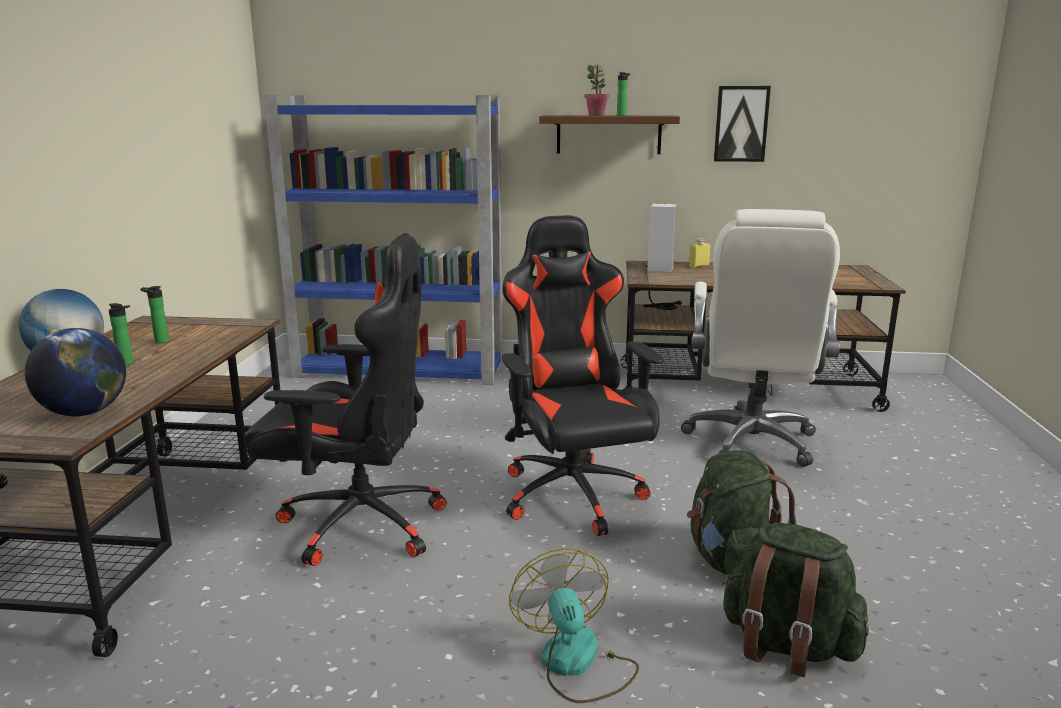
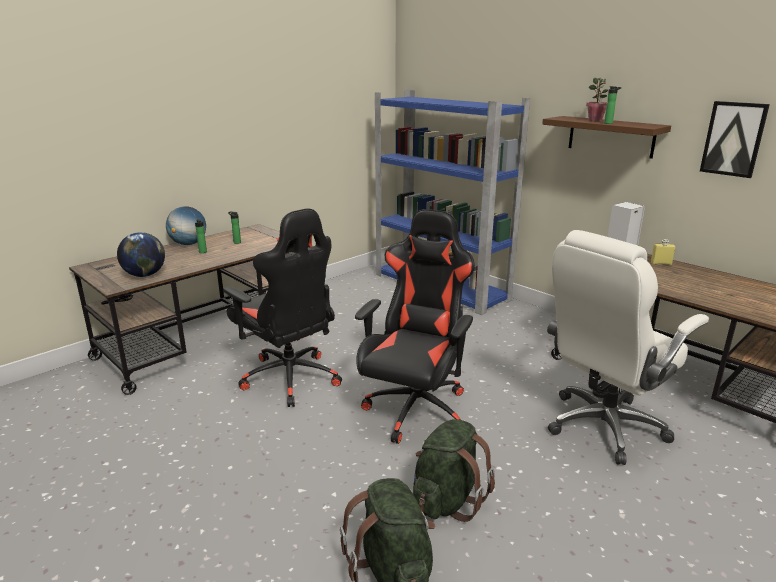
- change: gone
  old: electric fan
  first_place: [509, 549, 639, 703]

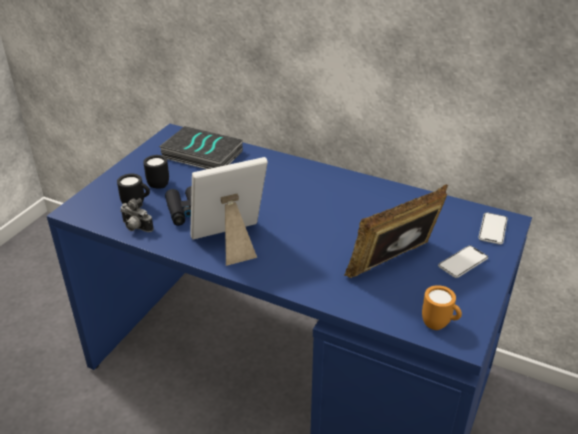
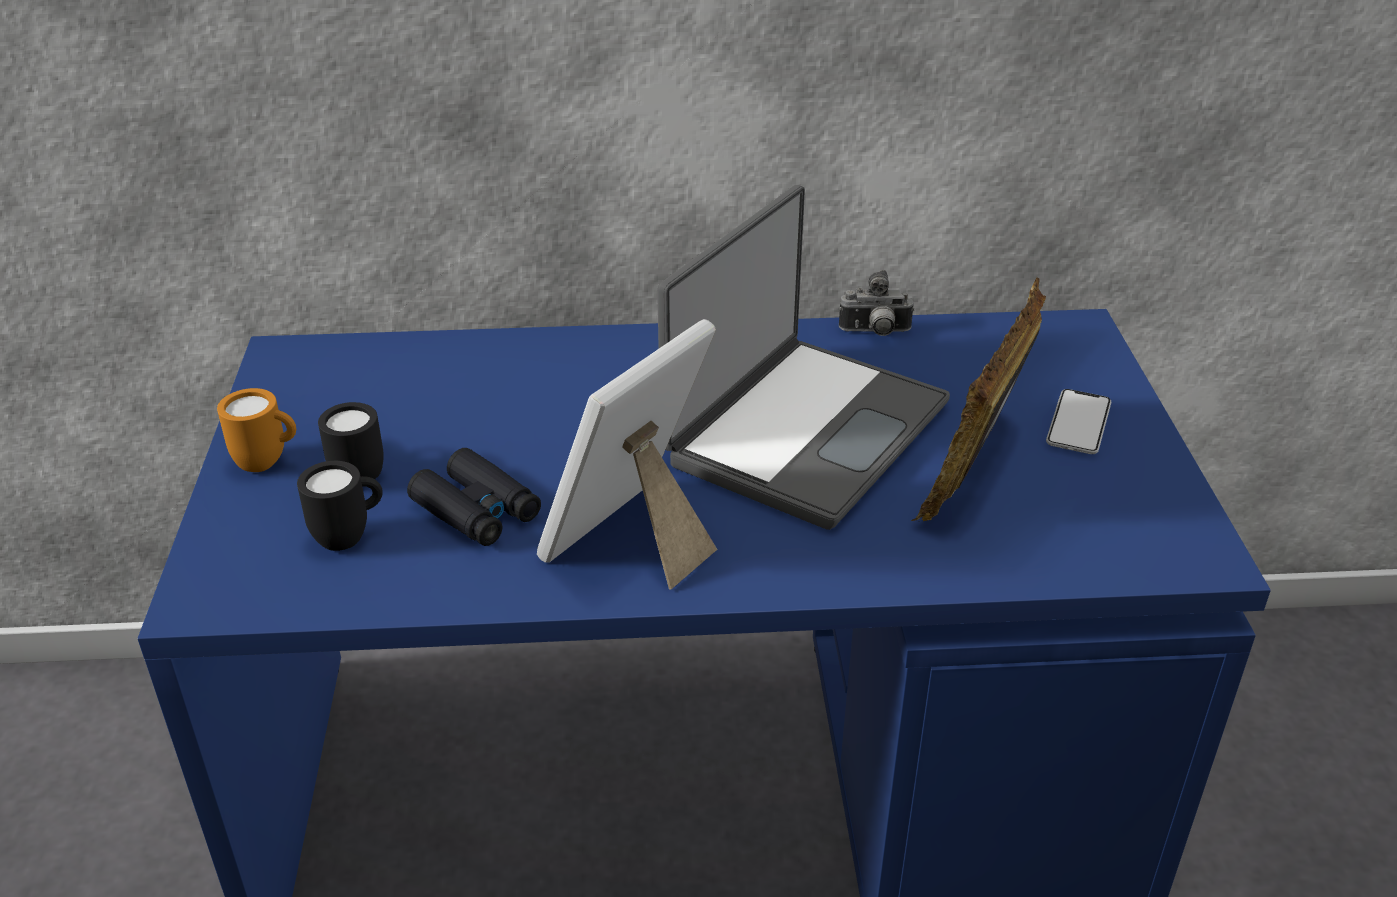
- change: shifted
  old: orange-coloured tea mug
  first_place: [422, 285, 462, 330]
  second_place: [217, 388, 296, 472]
- change: new
  new: portable computer
  second_place: [657, 185, 950, 530]
- change: shifted
  old: still camera
  first_place: [120, 198, 154, 232]
  second_place: [839, 270, 914, 336]
- change: gone
  old: book
  first_place: [159, 126, 243, 169]
- change: gone
  old: phone
  first_place: [478, 212, 508, 245]

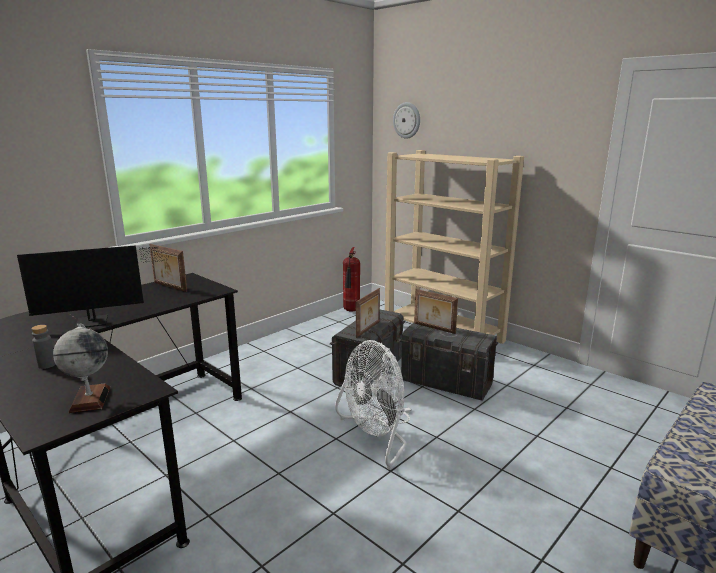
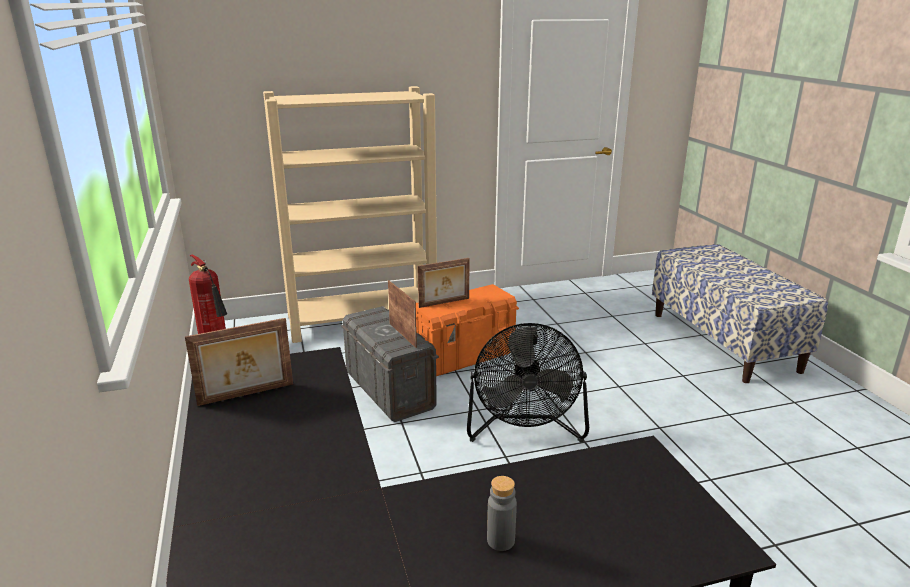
- change: repainted
  old: greyish storage container
  new: orange-coloured storage container
  first_place: [400, 322, 498, 401]
  second_place: [416, 284, 519, 376]
- change: repainted
  old: white-coloured electric fan
  new: black-coloured electric fan
  first_place: [335, 340, 411, 470]
  second_place: [467, 323, 589, 443]
- change: gone
  old: computer display
  first_place: [17, 245, 172, 328]
- change: gone
  old: globe
  first_place: [53, 324, 110, 413]
- change: gone
  old: hanging clock
  first_place: [393, 102, 420, 139]

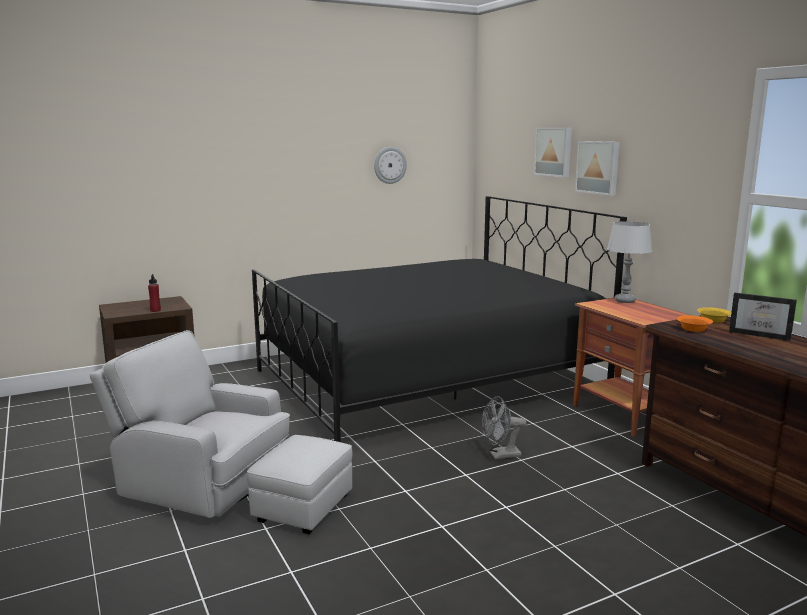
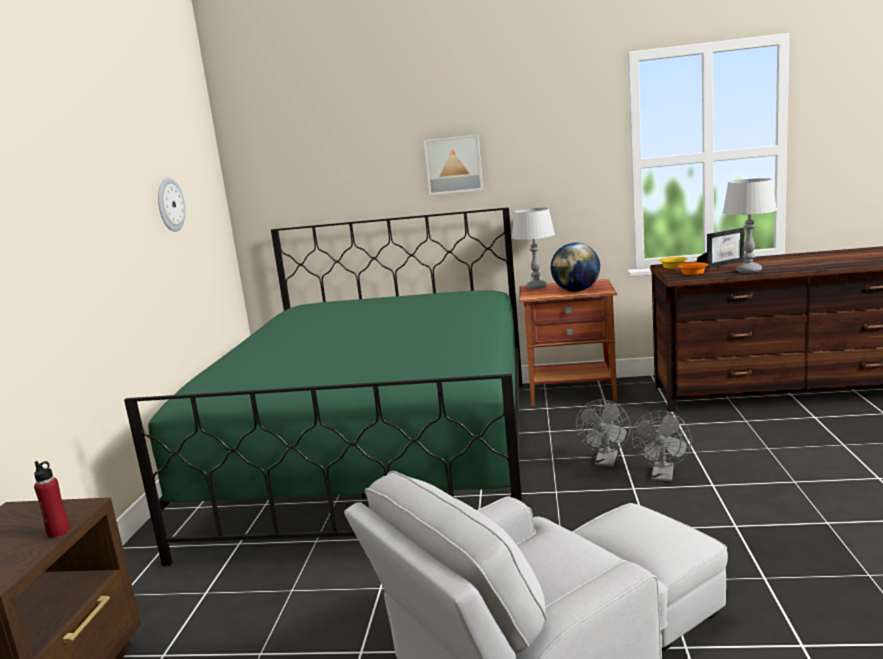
- change: repainted
  old: black-coloured bedroom bed
  new: green bedroom bed
  first_place: [252, 196, 627, 442]
  second_place: [124, 207, 523, 566]
- change: new
  new: globe
  second_place: [551, 243, 600, 292]
- change: new
  new: greyish electric fan
  second_place: [631, 410, 692, 482]
- change: new
  new: greyish table lamp
  second_place: [723, 178, 777, 273]
- change: gone
  old: picture
  first_place: [534, 128, 572, 177]

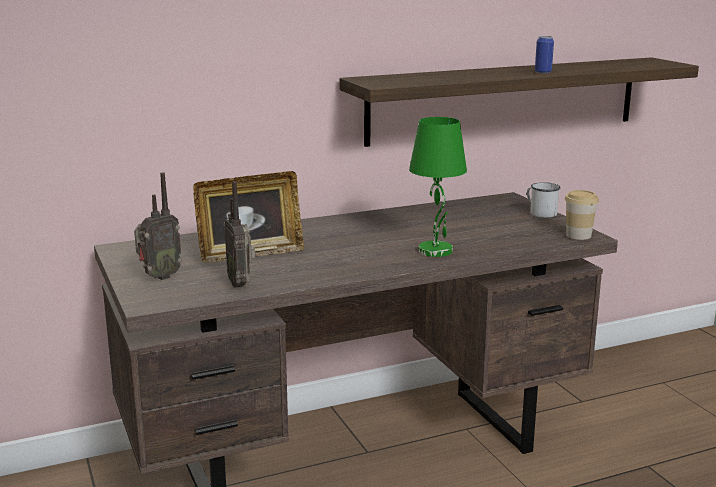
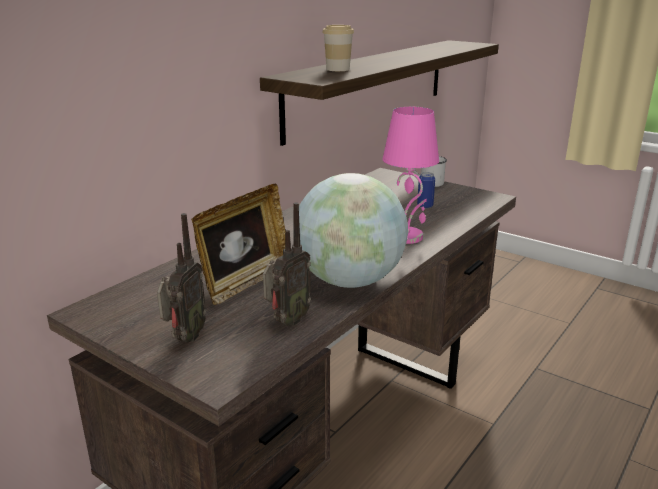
- change: rotated
  old: radio set
  first_place: [224, 181, 255, 288]
  second_place: [263, 203, 311, 326]
  degrees: -90
- change: new
  new: globe
  second_place: [299, 173, 408, 288]
- change: shifted
  old: small cup
  first_place: [565, 190, 599, 240]
  second_place: [322, 25, 354, 71]
- change: repainted
  old: green table lamp
  new: pinkish table lamp
  first_place: [409, 117, 467, 257]
  second_place: [382, 107, 439, 244]
- change: shifted
  old: metal can
  first_place: [535, 36, 554, 73]
  second_place: [417, 172, 435, 208]

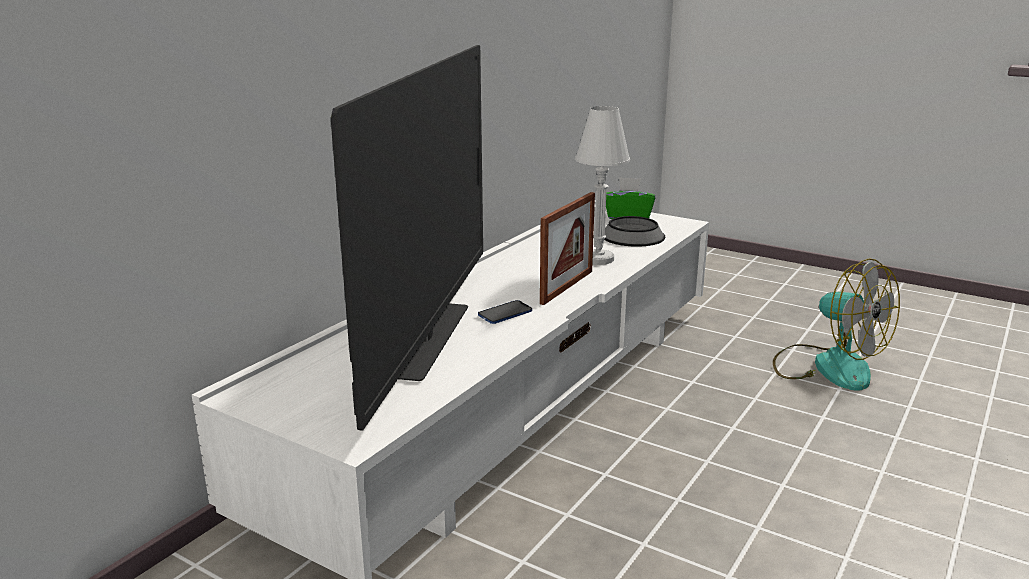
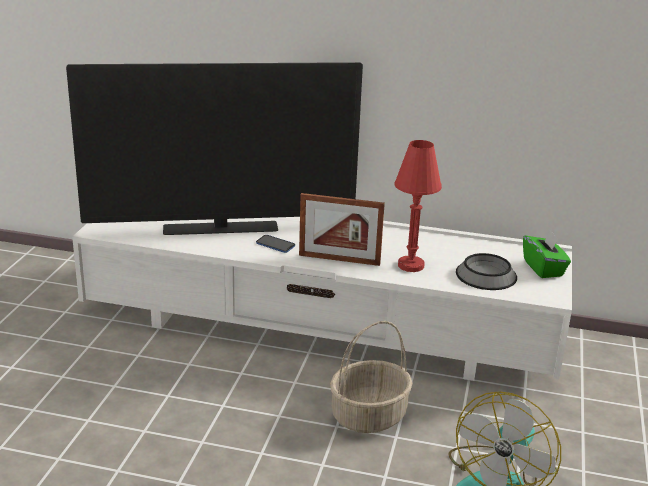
- change: new
  new: basket
  second_place: [330, 321, 412, 433]
- change: repainted
  old: white-coloured table lamp
  new: red table lamp
  first_place: [575, 106, 630, 265]
  second_place: [394, 140, 442, 272]

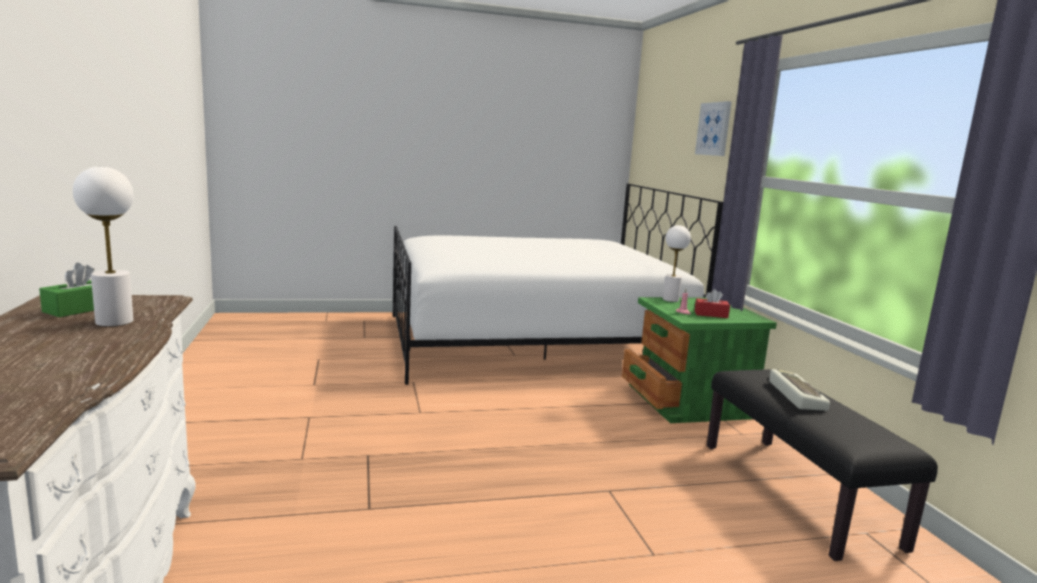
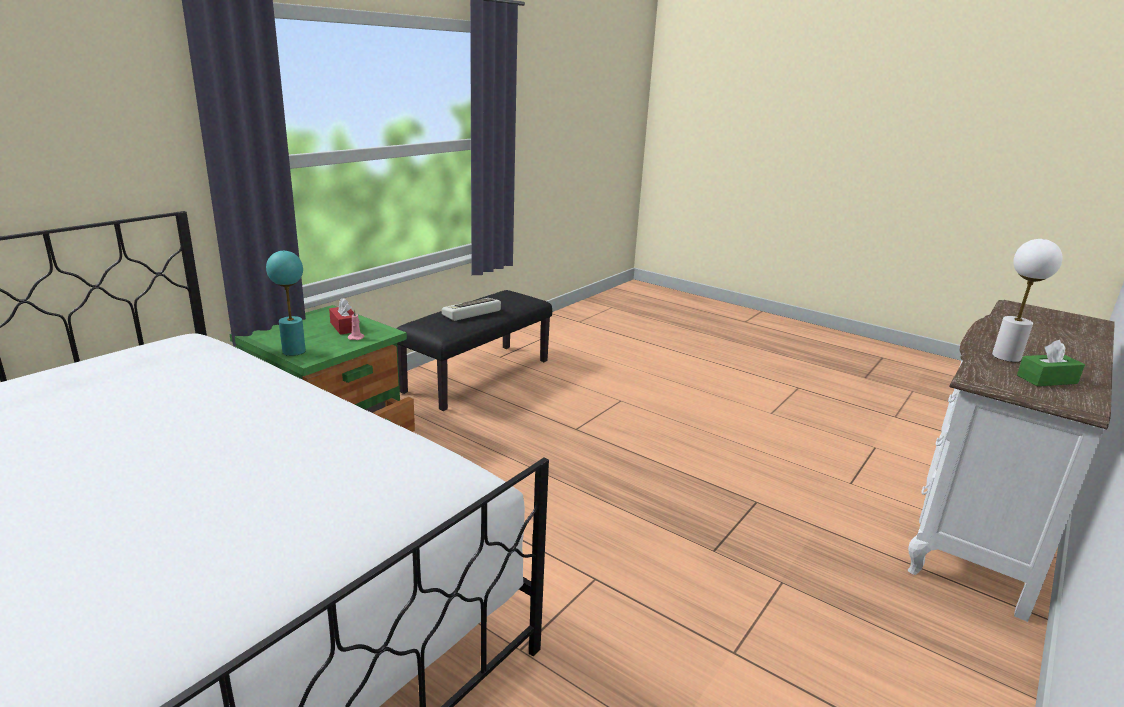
- change: repainted
  old: white-coloured table lamp
  new: blue-green table lamp
  first_place: [663, 225, 691, 302]
  second_place: [266, 251, 306, 356]
- change: gone
  old: picture
  first_place: [695, 101, 732, 156]

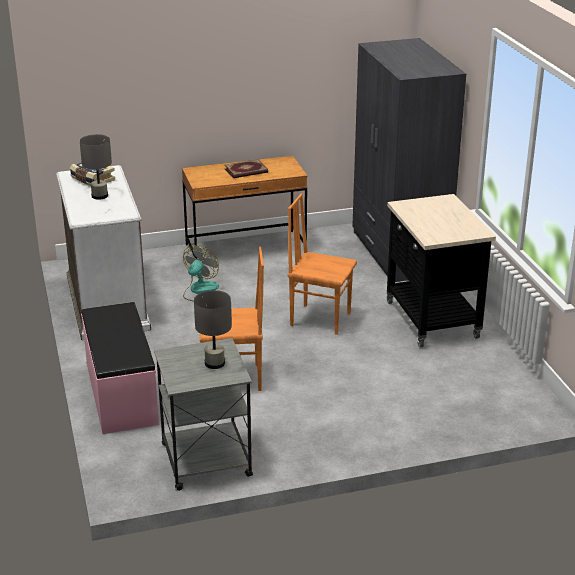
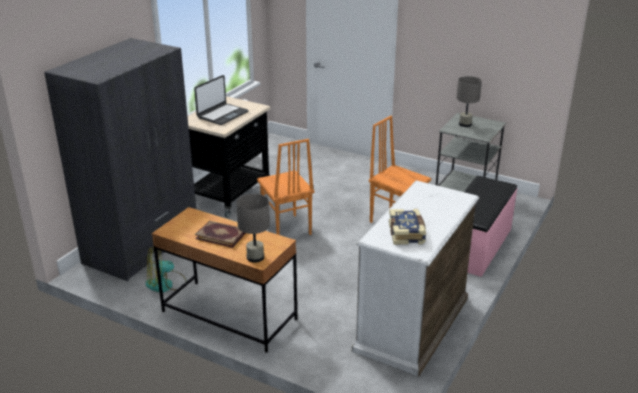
- change: shifted
  old: electric fan
  first_place: [183, 245, 219, 301]
  second_place: [146, 247, 187, 292]
- change: new
  new: portable computer
  second_place: [194, 75, 249, 125]
- change: shifted
  old: greyish table lamp
  first_place: [80, 134, 112, 200]
  second_place: [236, 194, 270, 263]

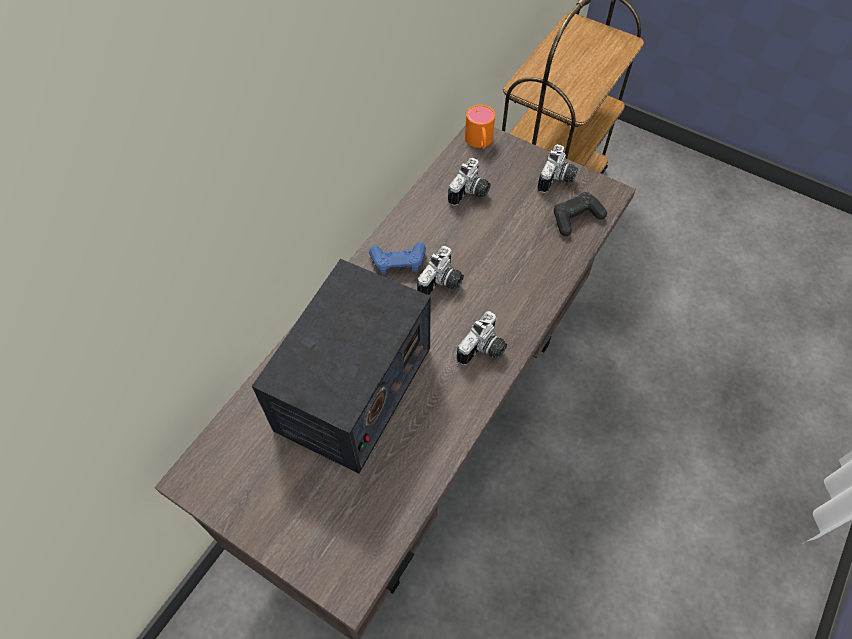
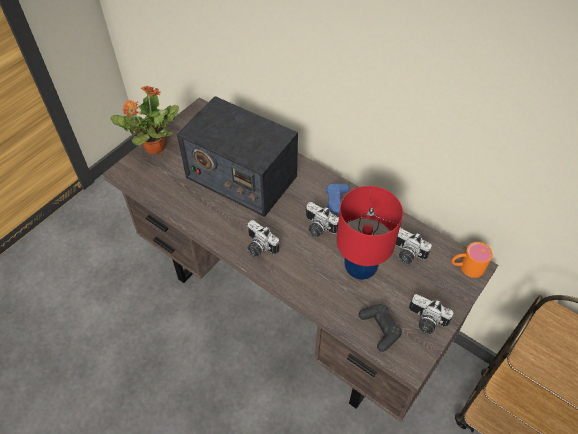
- change: new
  new: plant in a pot
  second_place: [111, 86, 179, 154]
- change: new
  new: red table lamp
  second_place: [336, 186, 403, 280]

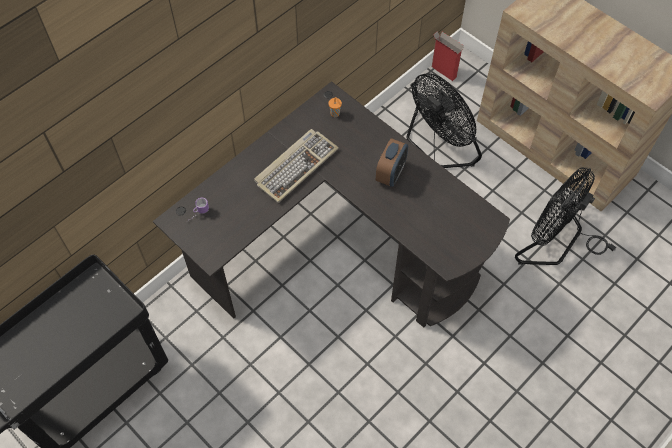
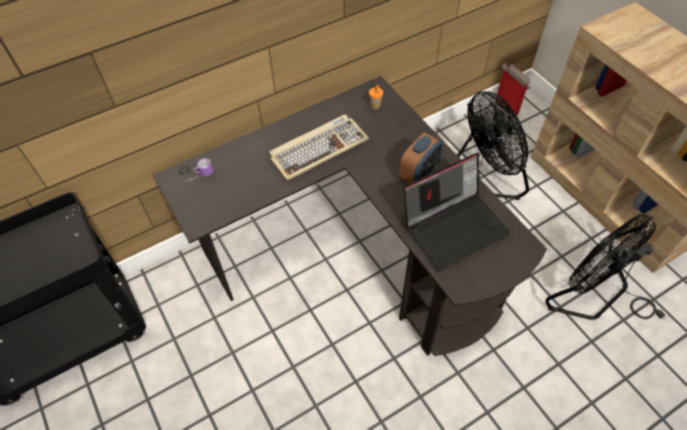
- change: new
  new: portable computer
  second_place: [403, 153, 511, 271]

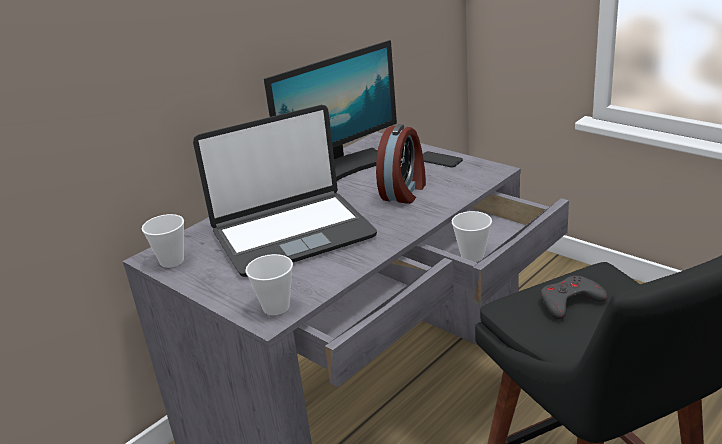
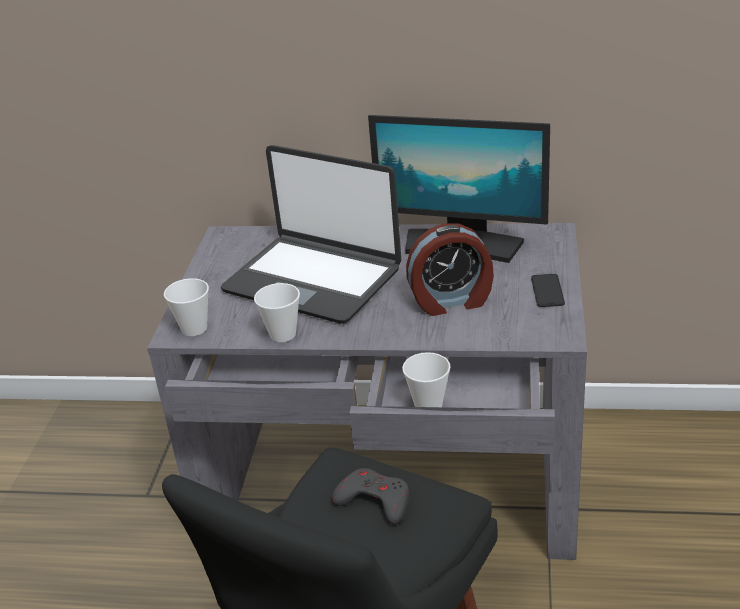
- change: shifted
  old: small cup
  first_place: [142, 214, 184, 268]
  second_place: [254, 283, 300, 342]

